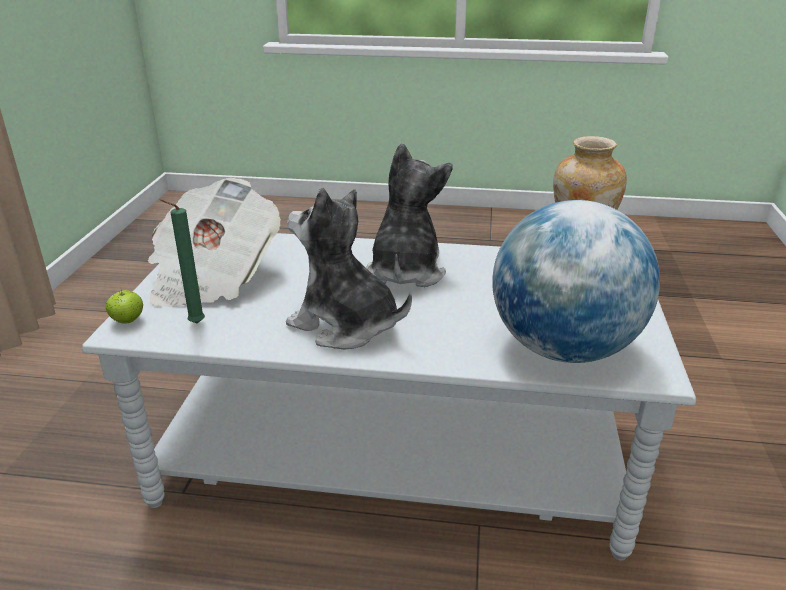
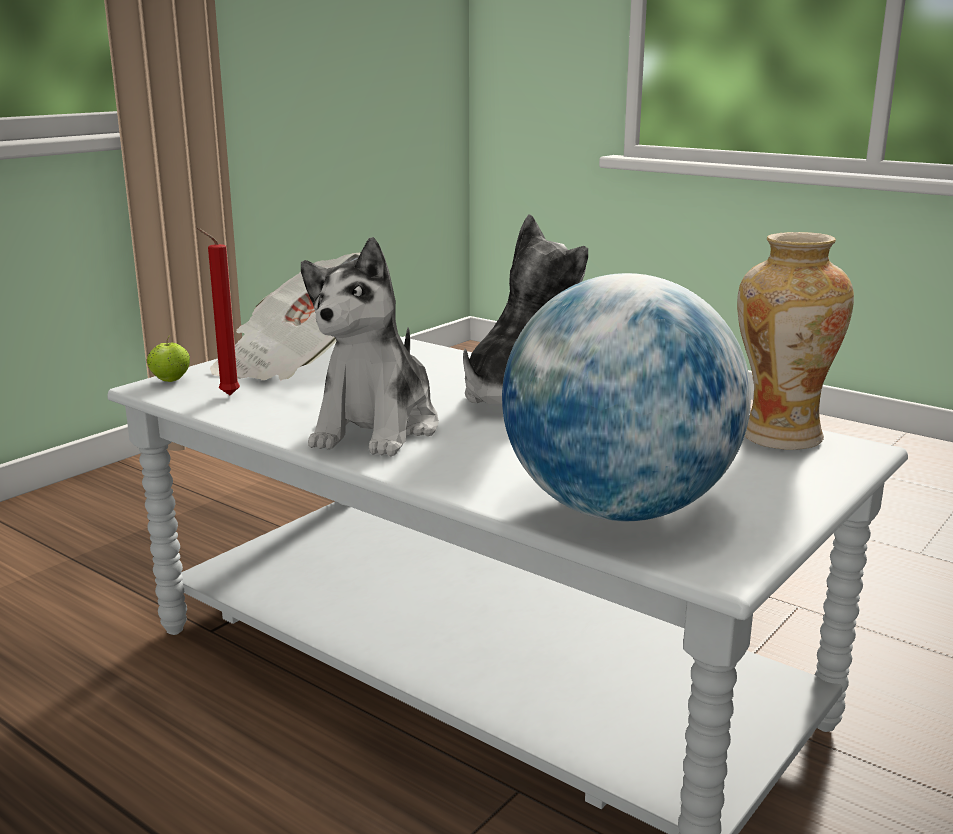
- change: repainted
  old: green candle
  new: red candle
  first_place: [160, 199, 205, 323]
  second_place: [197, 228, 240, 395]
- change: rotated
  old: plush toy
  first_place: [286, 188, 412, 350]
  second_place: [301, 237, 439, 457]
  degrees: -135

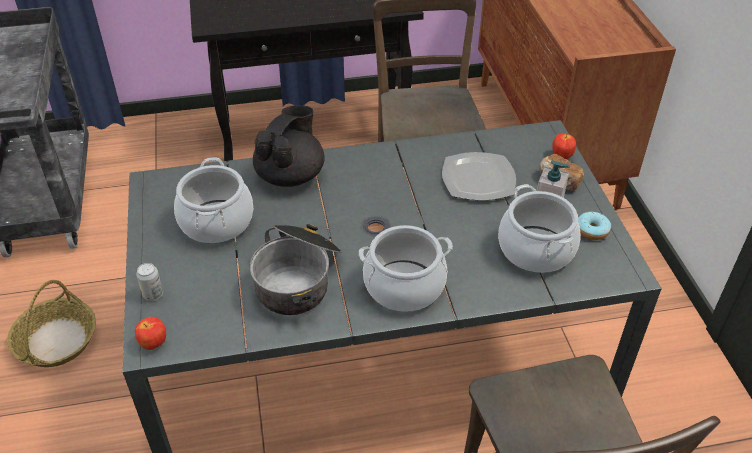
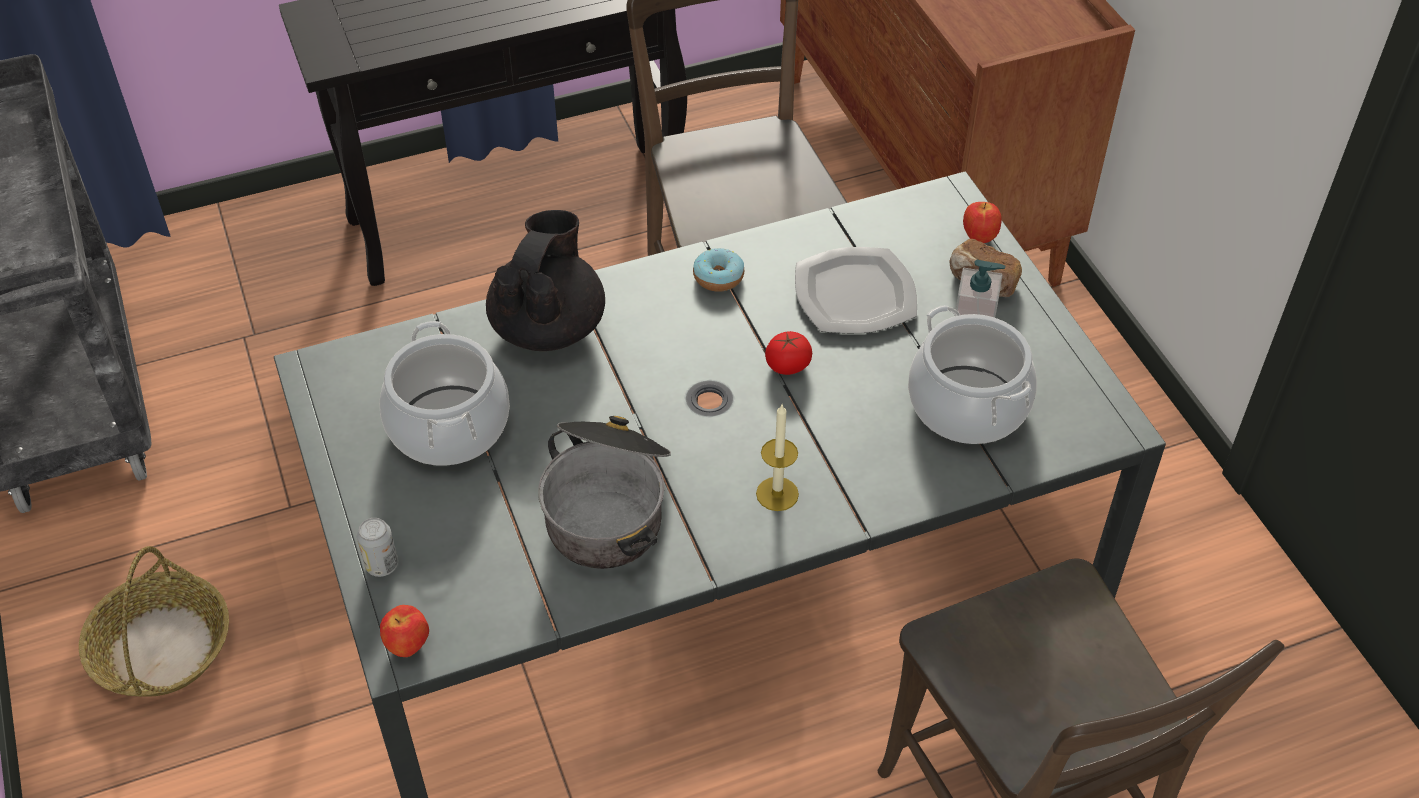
- change: shifted
  old: doughnut
  first_place: [578, 212, 611, 240]
  second_place: [693, 248, 744, 292]
- change: swapped
  old: cooking pot
  new: candle
  first_place: [359, 225, 453, 312]
  second_place: [756, 405, 799, 511]
- change: new
  new: tomato
  second_place: [765, 331, 812, 375]

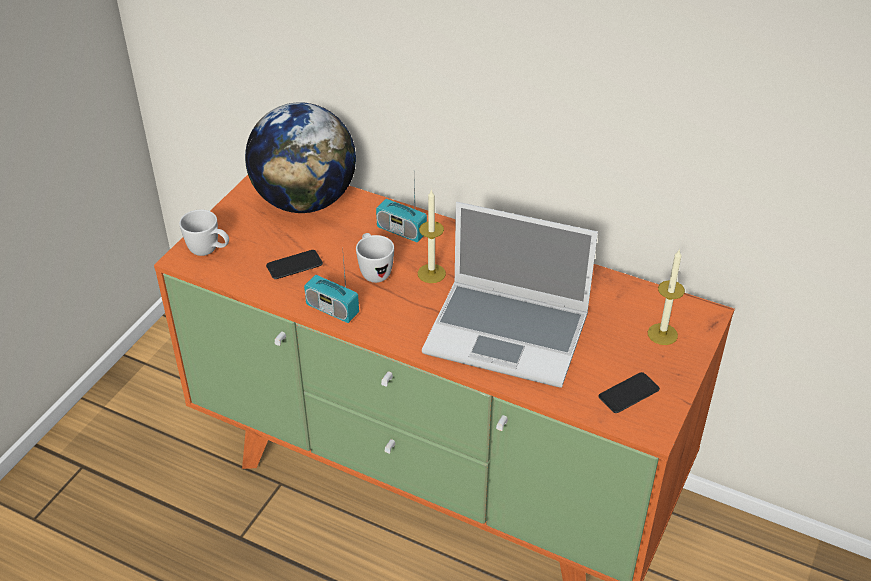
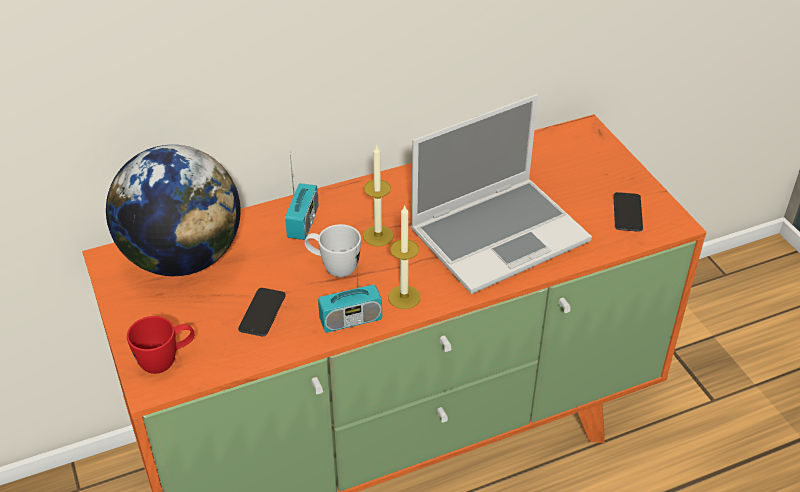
- change: repainted
  old: white-coloured tea mug
  new: red tea mug
  first_place: [179, 210, 229, 256]
  second_place: [127, 316, 194, 374]
- change: rotated
  old: radio set
  first_place: [376, 184, 427, 242]
  second_place: [285, 155, 318, 240]
  degrees: -60
- change: shifted
  old: candle
  first_place: [648, 250, 685, 345]
  second_place: [388, 205, 420, 309]

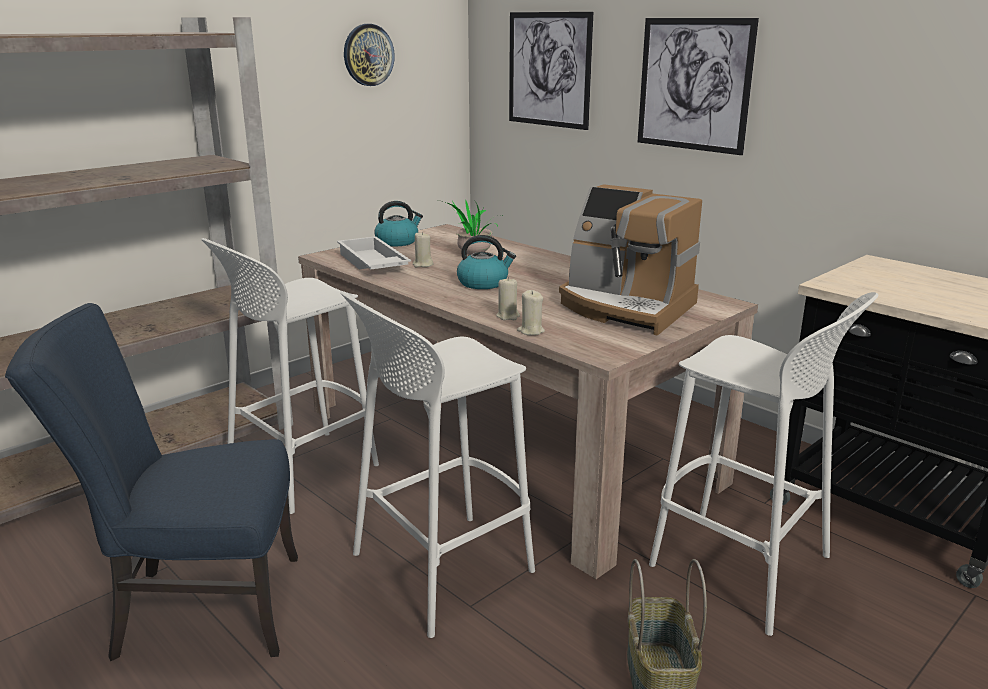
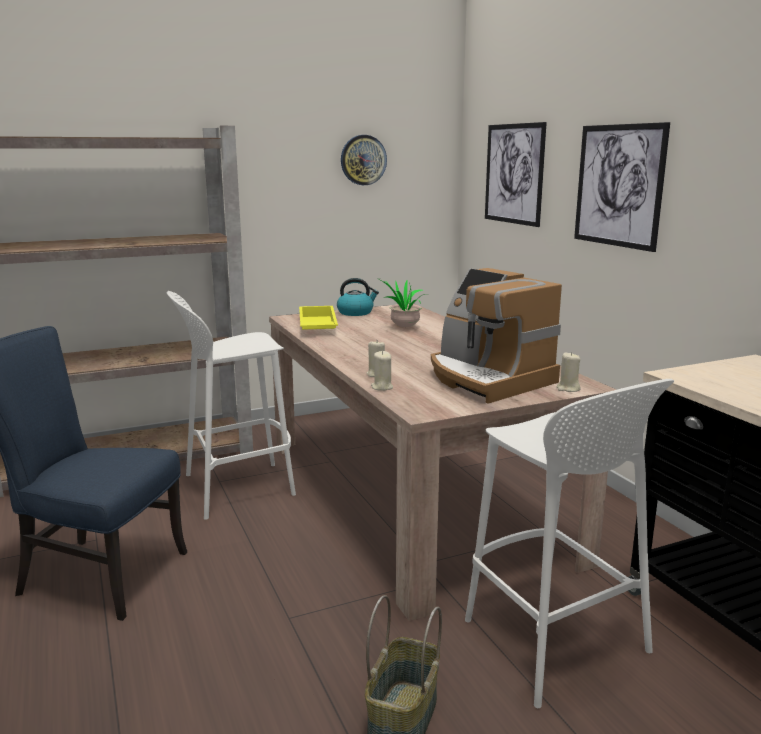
- change: repainted
  old: white-coloured tray
  new: yellow-coloured tray
  first_place: [337, 236, 411, 269]
  second_place: [299, 306, 338, 330]
- change: shifted
  old: sand-coloured candle
  first_place: [413, 232, 433, 267]
  second_place: [556, 352, 581, 392]
- change: gone
  old: white-coloured stool seat
  first_place: [340, 291, 535, 638]
- change: gone
  old: water kettle
  first_place: [457, 235, 516, 289]

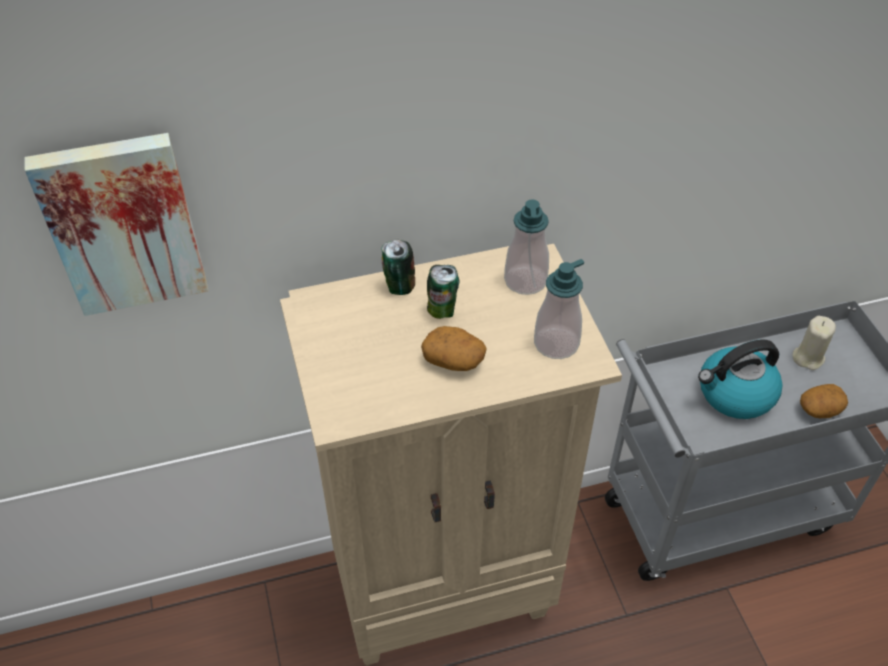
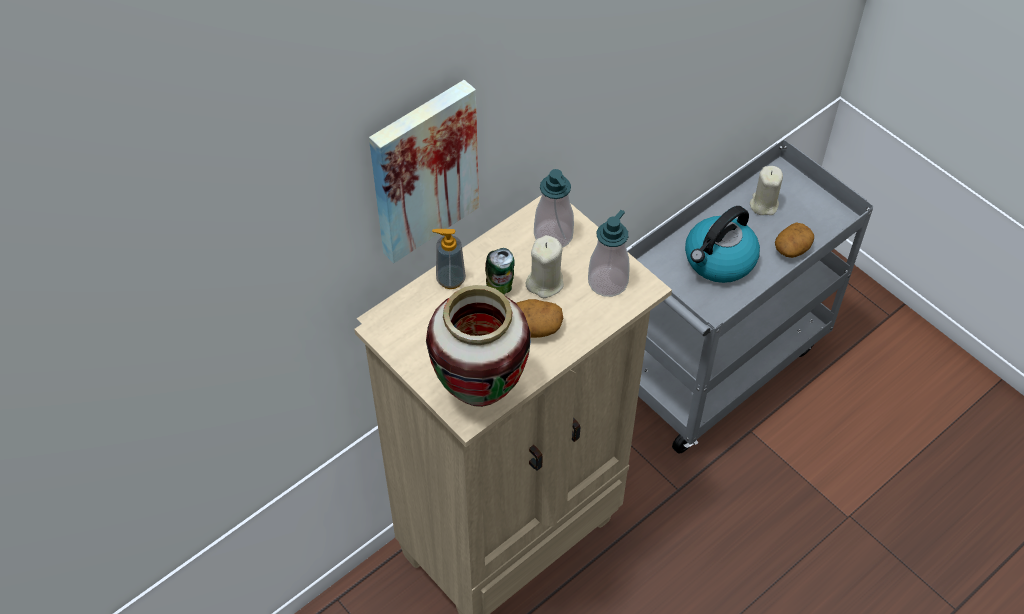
- change: shifted
  old: picture
  first_place: [24, 133, 208, 316]
  second_place: [369, 80, 479, 263]
- change: new
  new: decorative vase
  second_place: [426, 285, 531, 407]
- change: swapped
  old: metal can
  new: soap bottle
  first_place: [381, 239, 415, 295]
  second_place: [432, 229, 466, 289]
- change: new
  new: sand-coloured candle
  second_place: [526, 235, 564, 298]

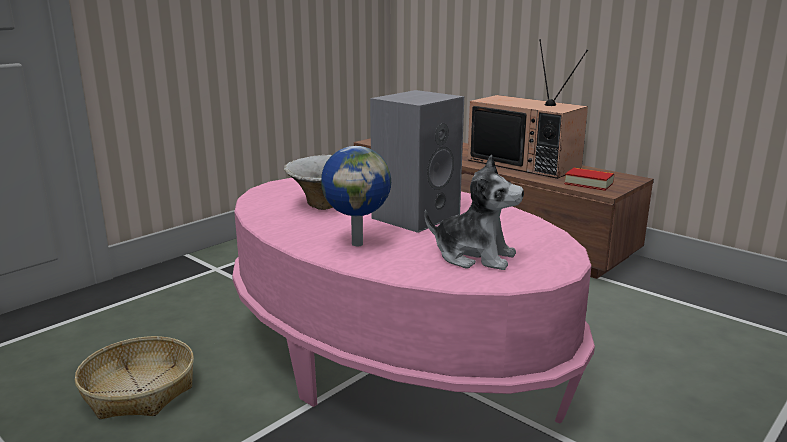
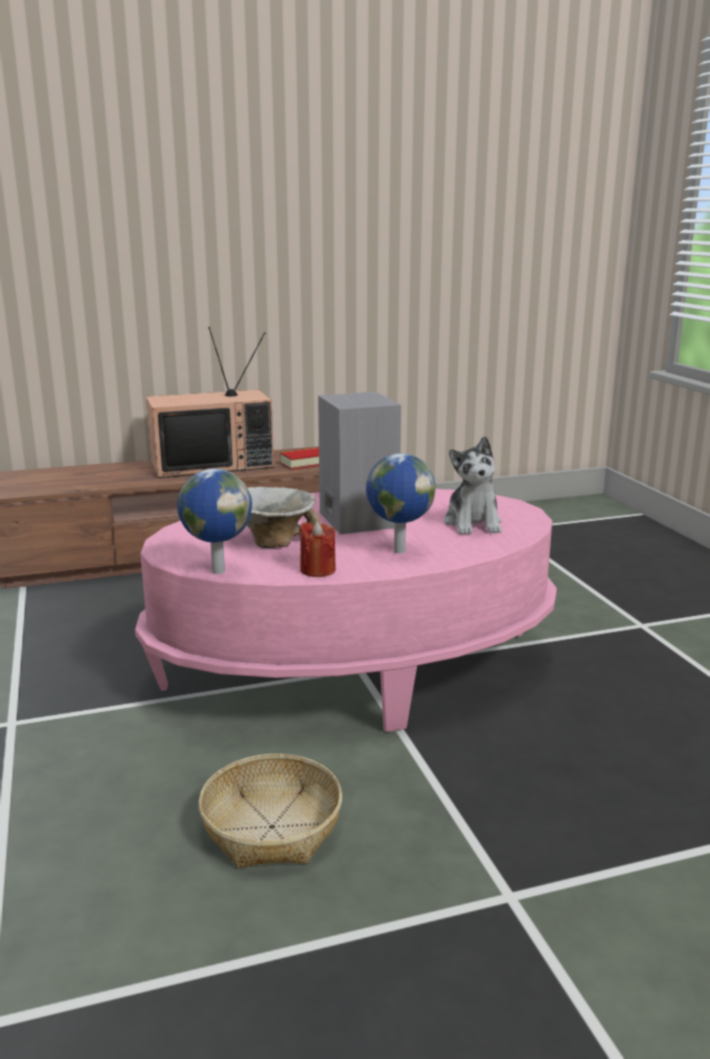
- change: new
  new: globe
  second_place: [177, 468, 252, 574]
- change: new
  new: red candle
  second_place: [299, 521, 336, 577]
- change: rotated
  old: plush toy
  first_place: [424, 155, 524, 270]
  second_place: [444, 436, 502, 535]
  degrees: 120

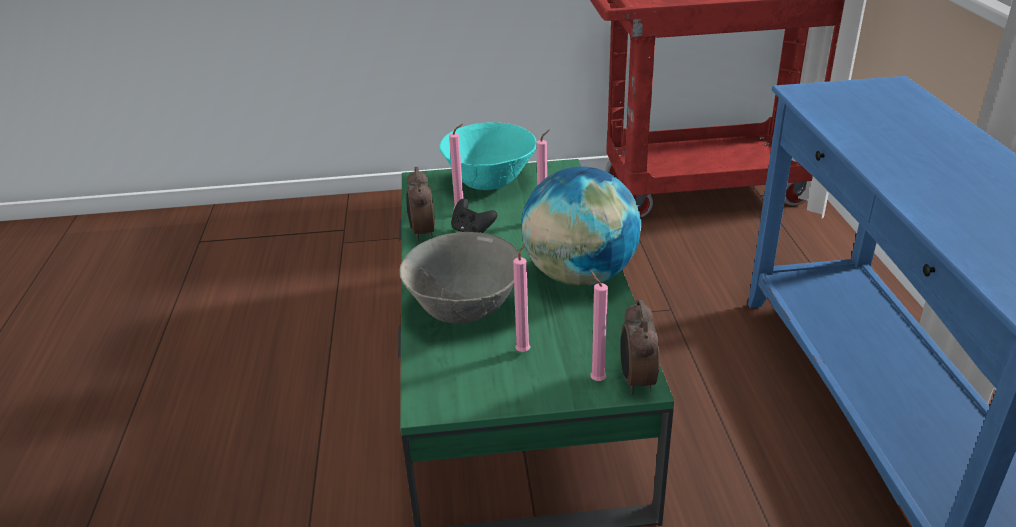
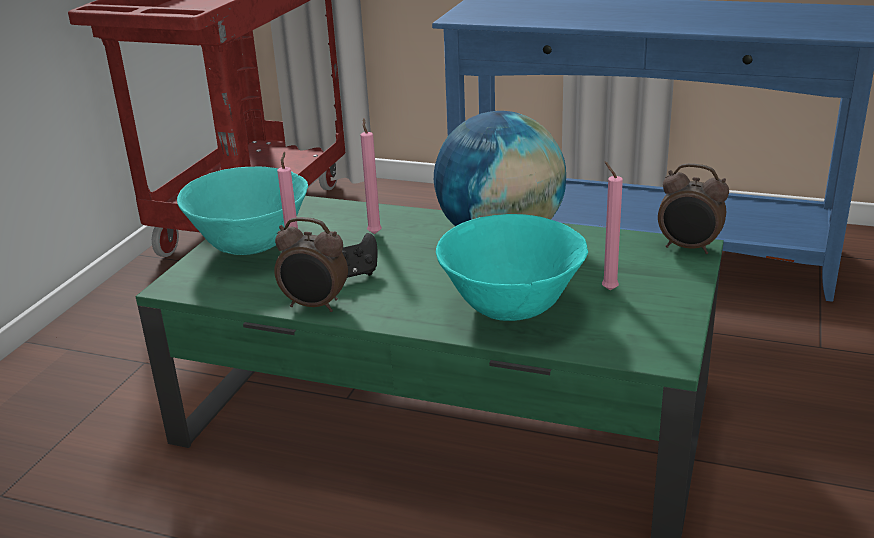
- change: repainted
  old: greyish deep dish
  new: blue-green deep dish
  first_place: [400, 232, 519, 324]
  second_place: [436, 214, 588, 321]
- change: gone
  old: pinkish candle
  first_place: [590, 270, 608, 381]

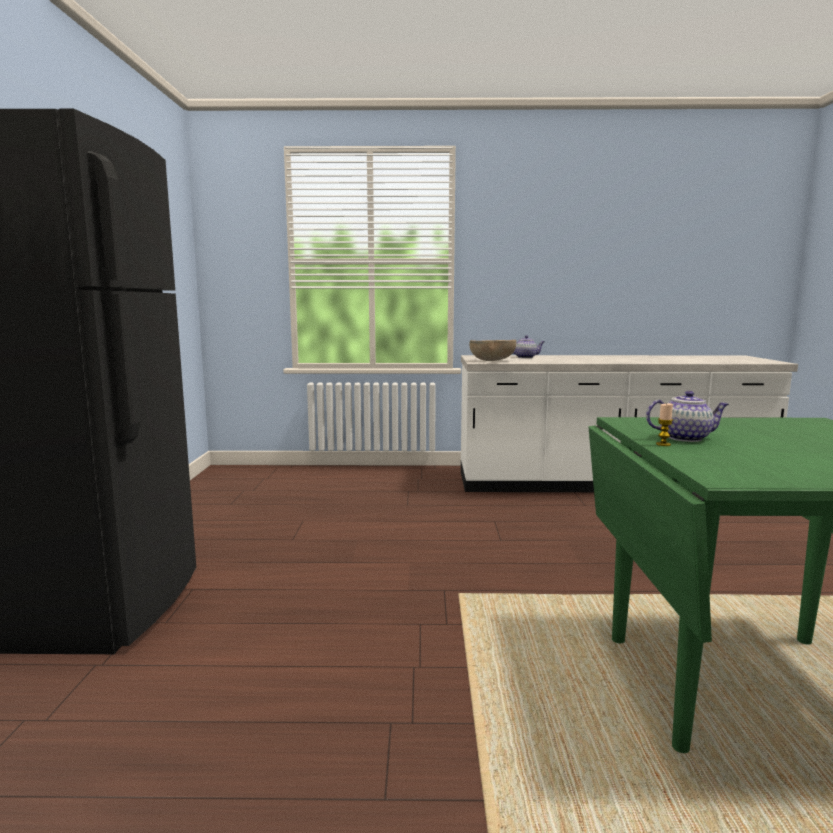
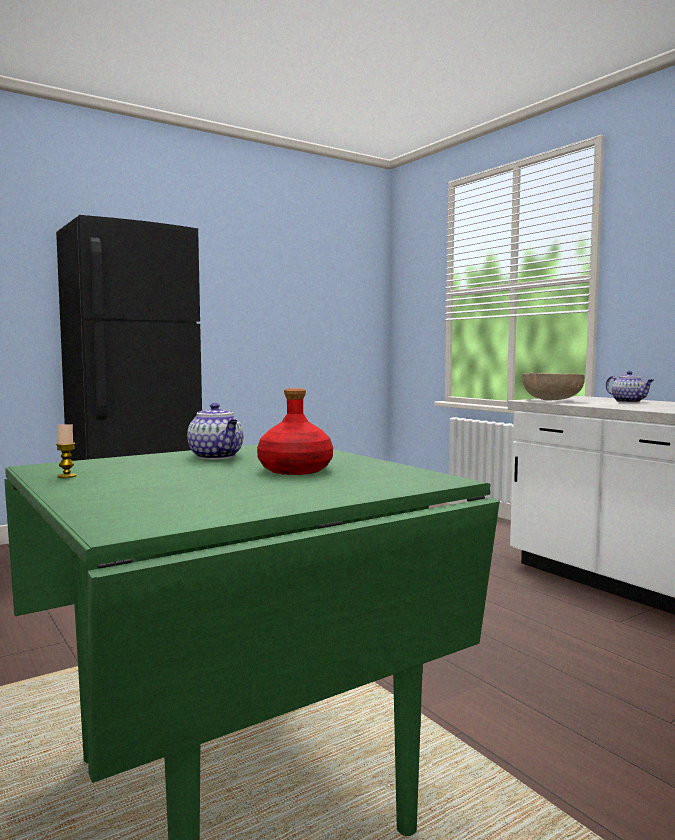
- change: shifted
  old: candle
  first_place: [656, 403, 673, 446]
  second_place: [56, 424, 77, 478]
- change: new
  new: red bottle
  second_place: [257, 388, 333, 475]

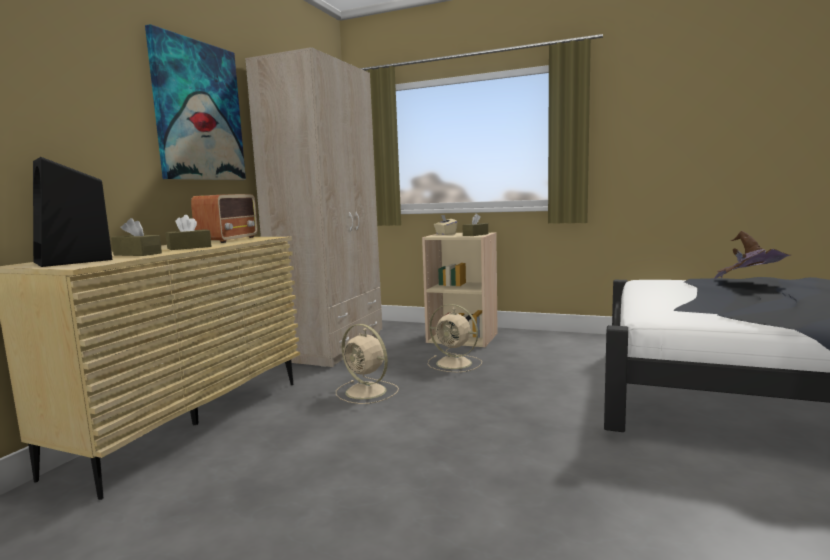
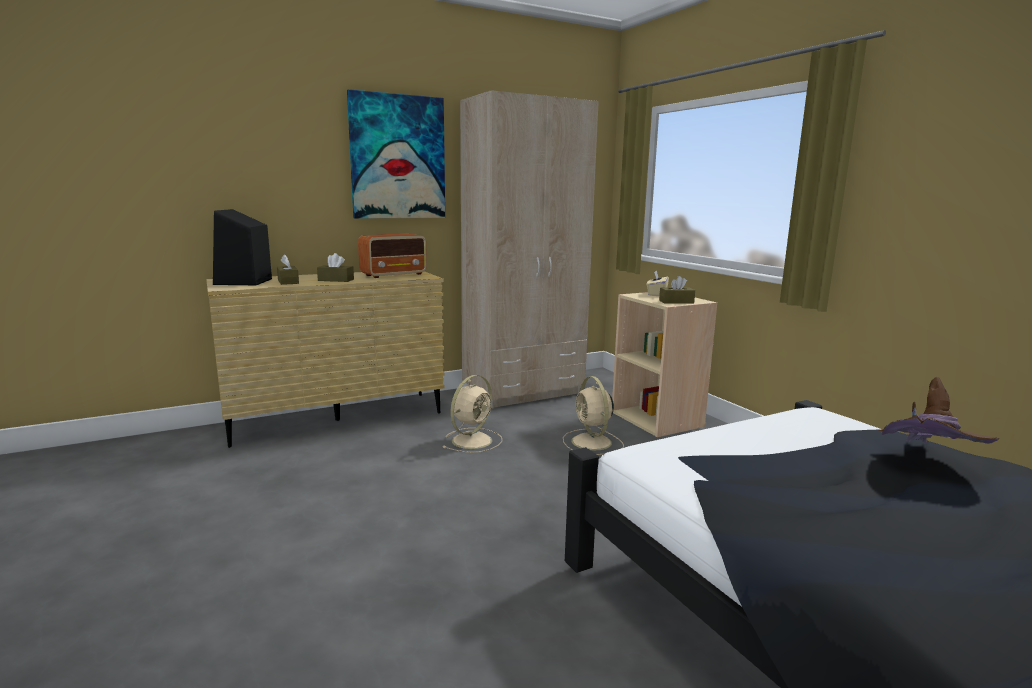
- change: rotated
  old: sand-coloured electric fan
  first_place: [336, 324, 399, 404]
  second_place: [443, 375, 502, 453]
  degrees: -135

